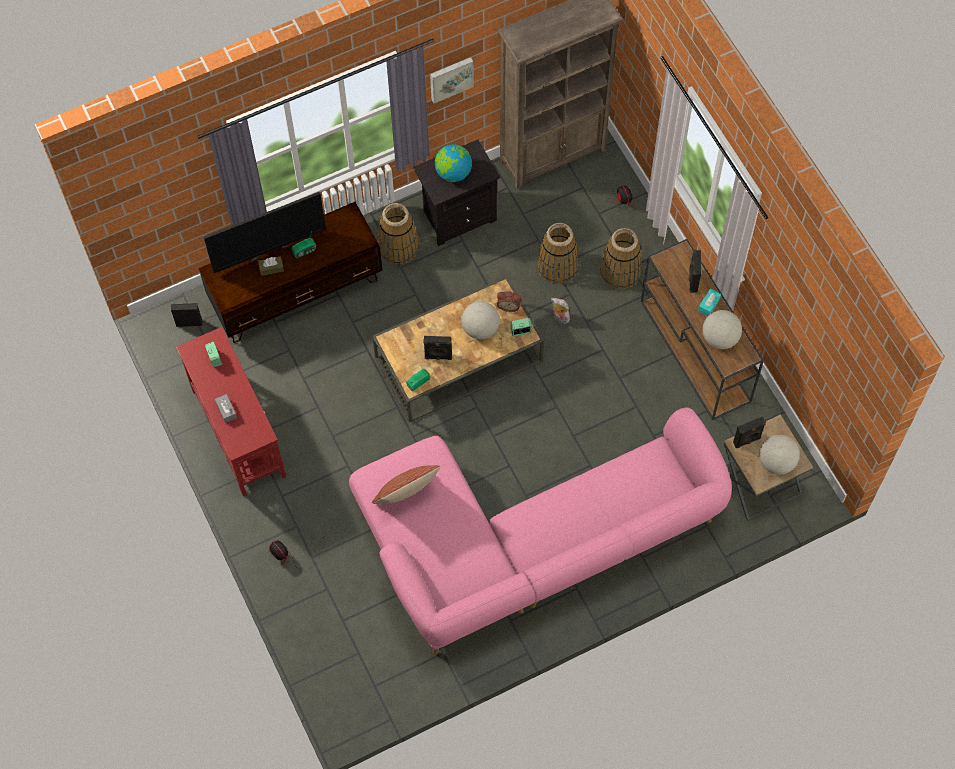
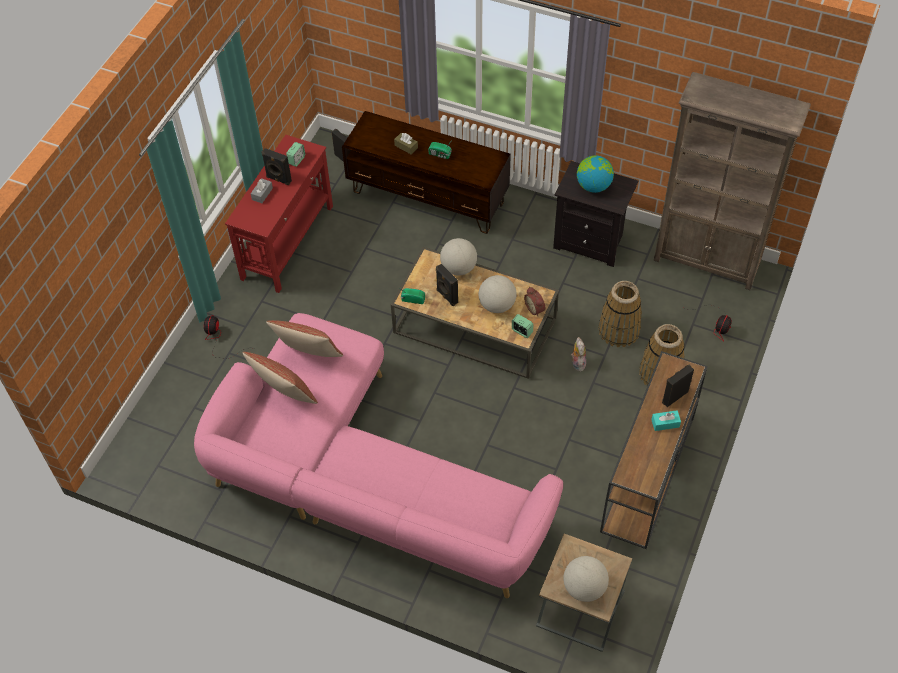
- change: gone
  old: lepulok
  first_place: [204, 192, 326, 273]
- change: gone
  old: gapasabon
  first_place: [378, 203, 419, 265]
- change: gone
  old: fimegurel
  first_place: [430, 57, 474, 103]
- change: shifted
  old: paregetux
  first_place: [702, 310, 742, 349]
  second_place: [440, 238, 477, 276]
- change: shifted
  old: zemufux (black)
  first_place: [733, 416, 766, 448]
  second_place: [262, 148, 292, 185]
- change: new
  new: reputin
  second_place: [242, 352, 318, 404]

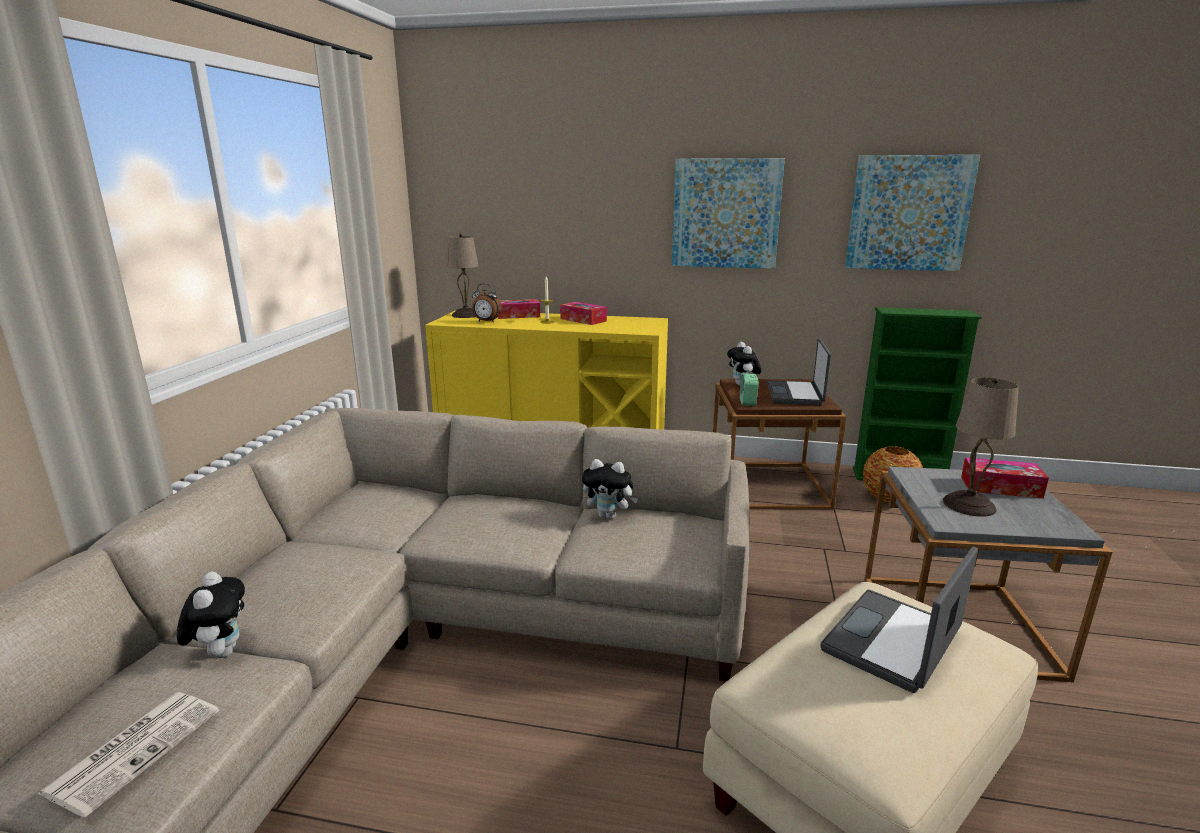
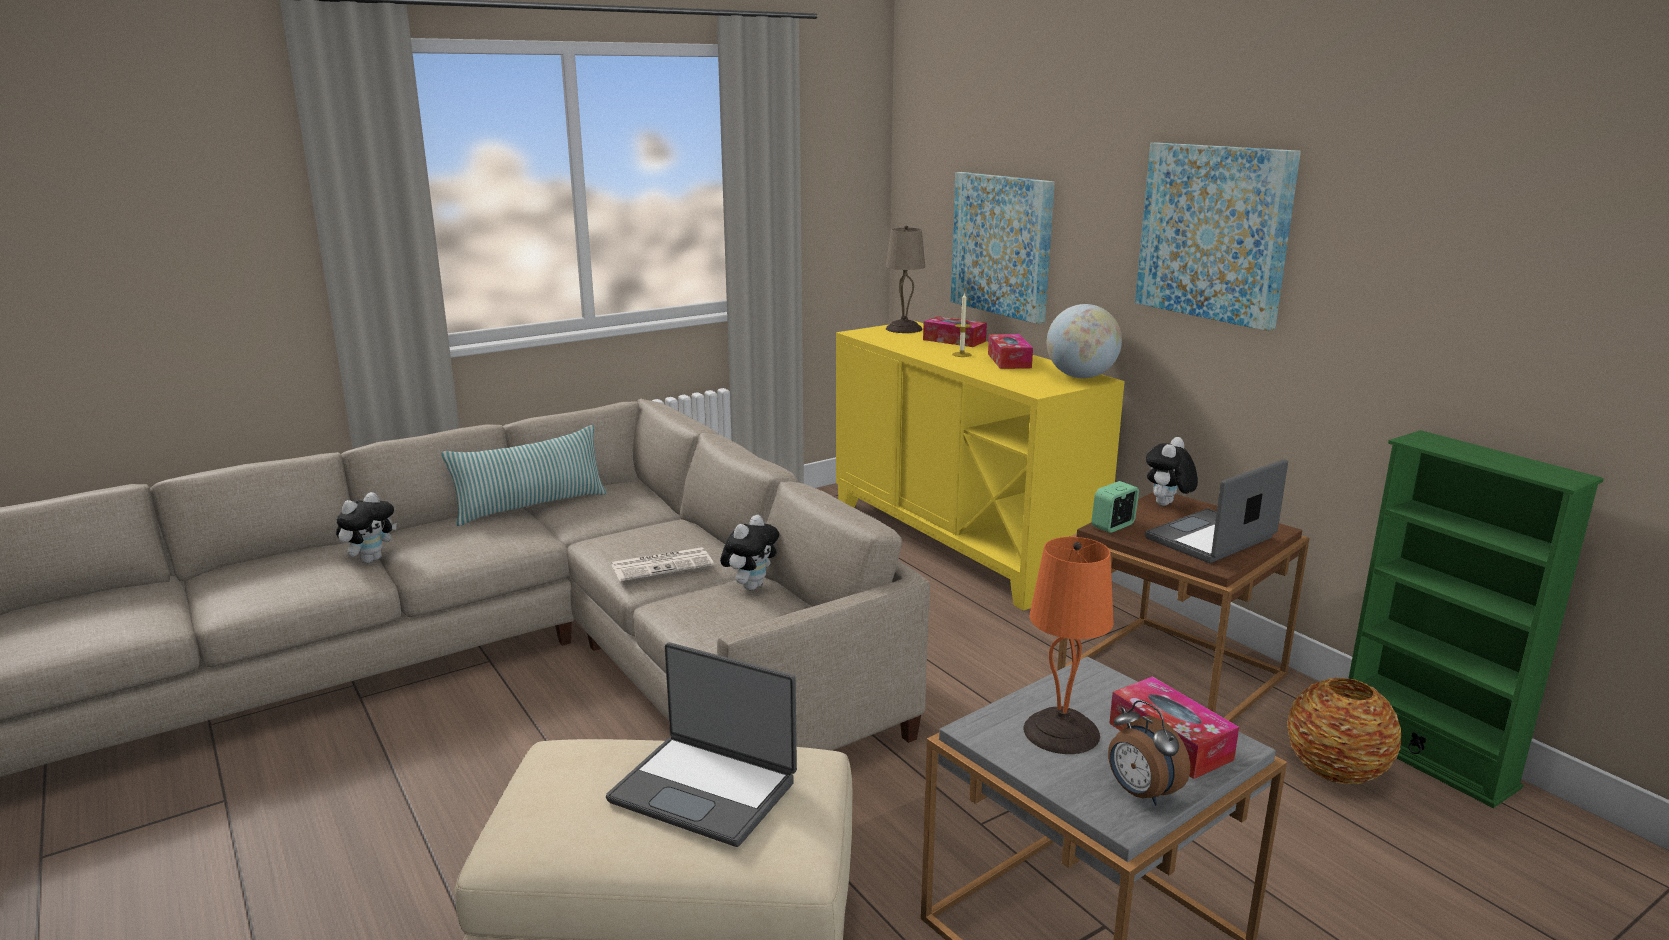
- change: shifted
  old: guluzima
  first_place: [37, 692, 219, 818]
  second_place: [611, 547, 714, 582]
- change: shifted
  old: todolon
  first_place: [472, 284, 501, 322]
  second_place: [1108, 700, 1190, 805]
- change: rotated
  old: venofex
  first_place: [582, 459, 638, 519]
  second_place: [720, 515, 779, 590]
  degrees: -120
- change: rotated
  old: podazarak
  first_place: [820, 546, 978, 693]
  second_place: [606, 642, 797, 847]
  degrees: -150
- change: shifted
  old: fimegurel
  first_place: [845, 155, 980, 271]
  second_place: [951, 172, 1055, 324]
- change: repainted
  old: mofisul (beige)
  new: mofisul (orange)
  first_place: [943, 377, 1019, 517]
  second_place: [1024, 537, 1114, 754]
- change: new
  new: reputin
  second_place: [442, 425, 607, 526]
- change: new
  new: paregetux
  second_place: [1047, 304, 1122, 378]

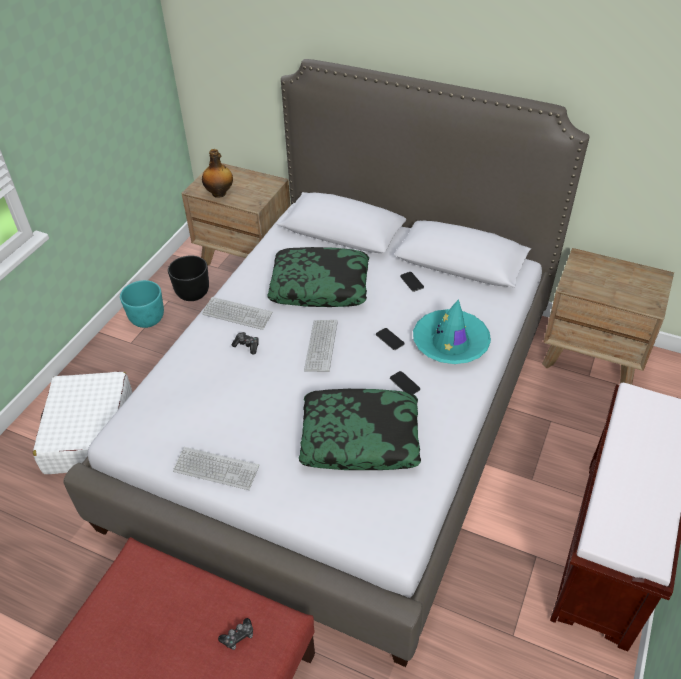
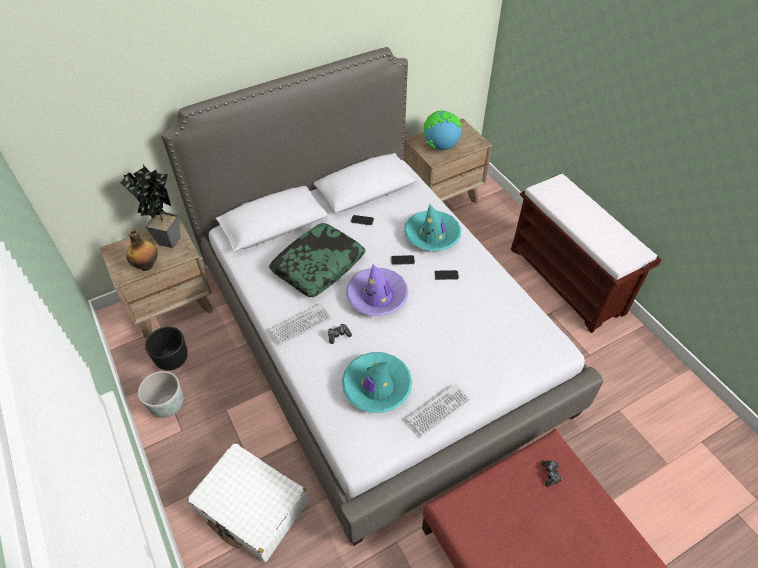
- change: repainted
  old: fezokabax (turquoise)
  new: fezokabax (grey)
  first_place: [120, 280, 164, 328]
  second_place: [138, 371, 183, 418]
- change: gone
  old: reputin
  first_place: [299, 389, 421, 470]
- change: swapped
  old: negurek
  new: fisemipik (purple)
  first_place: [304, 320, 338, 372]
  second_place: [346, 264, 408, 316]
- change: new
  new: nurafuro
  second_place: [121, 164, 181, 248]
- change: new
  new: fisemipik (turquoise)
  second_place: [342, 352, 412, 413]
- change: new
  new: paregetux
  second_place: [424, 110, 462, 150]

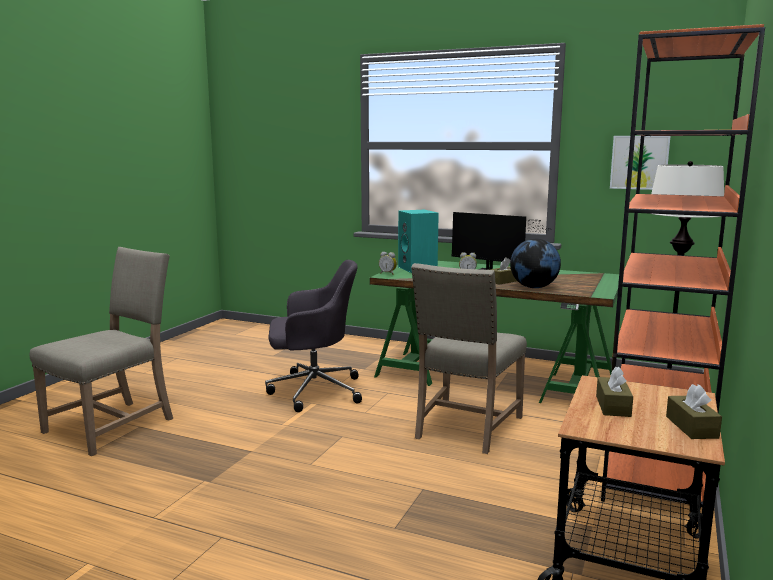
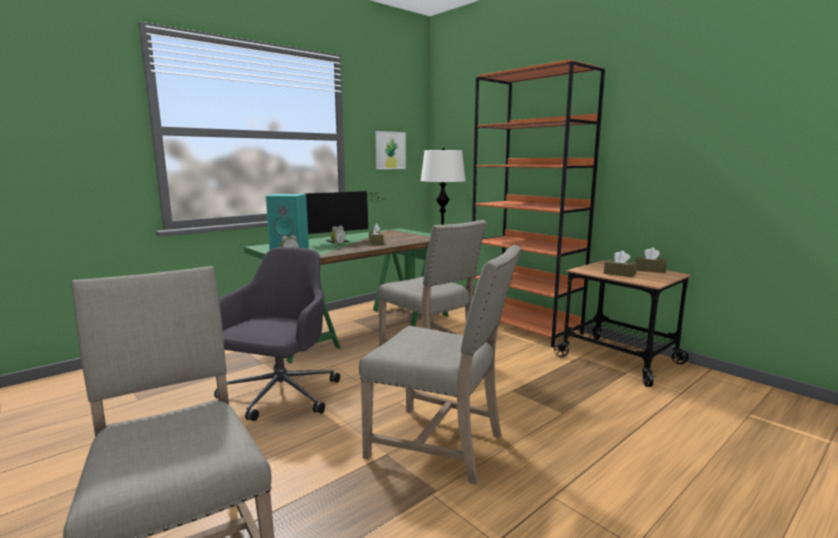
- change: gone
  old: paregetux
  first_place: [510, 239, 561, 288]
- change: new
  new: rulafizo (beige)
  second_place: [359, 245, 522, 485]

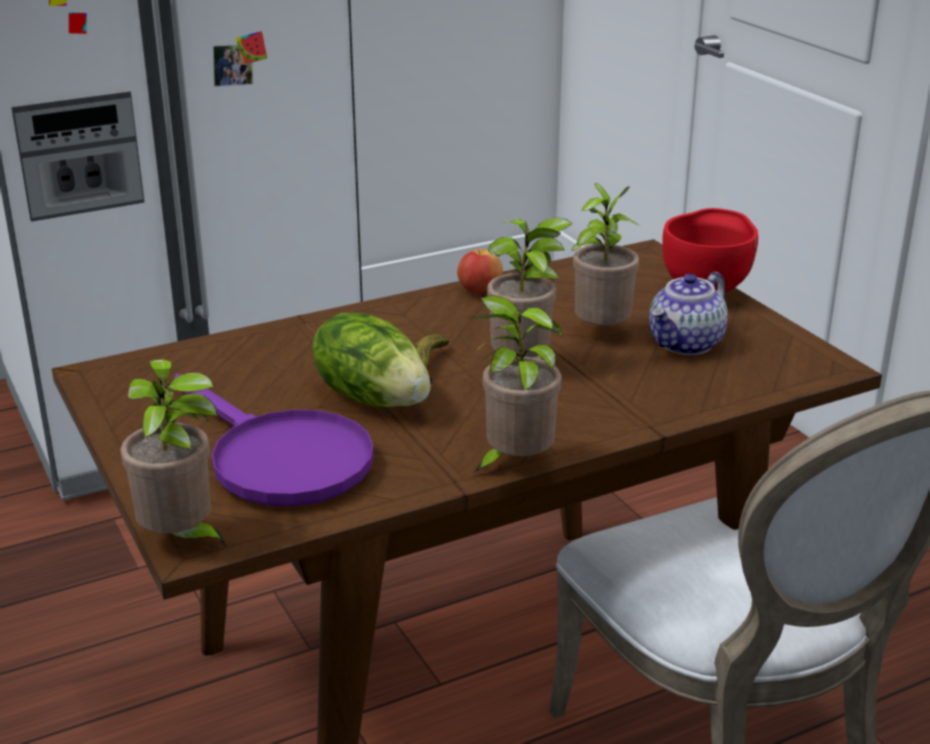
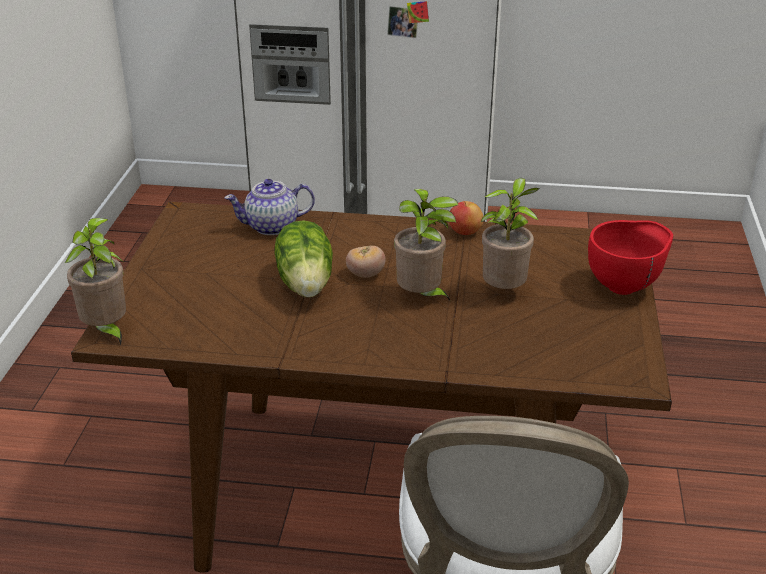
- change: gone
  old: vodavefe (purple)
  first_place: [174, 374, 374, 506]
- change: swapped
  old: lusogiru
  new: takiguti
  first_place: [415, 334, 449, 384]
  second_place: [346, 245, 386, 278]
- change: gone
  old: nurafuro
  first_place: [469, 295, 563, 473]
- change: shifted
  old: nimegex
  first_place: [649, 272, 728, 355]
  second_place: [224, 179, 315, 235]

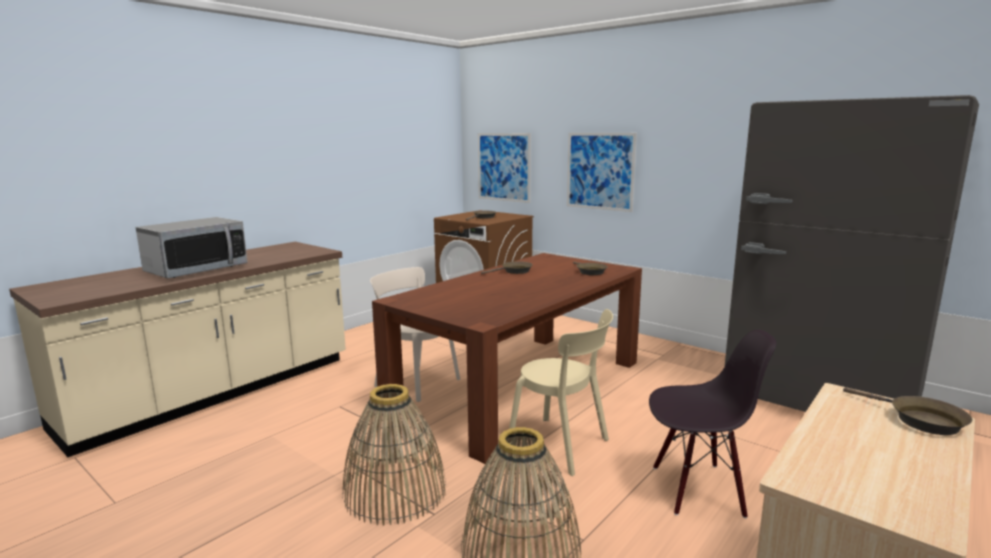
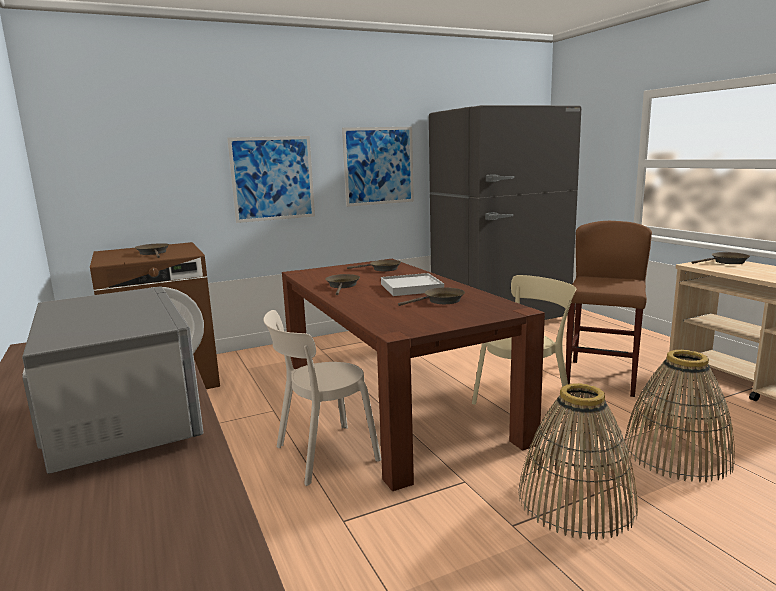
- change: shifted
  old: fimegurel
  first_place: [478, 133, 531, 203]
  second_place: [342, 127, 414, 207]
- change: swapped
  old: rulafizo (black)
  new: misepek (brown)
  first_place: [649, 330, 777, 518]
  second_place: [566, 221, 652, 397]
- change: new
  new: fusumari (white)
  second_place: [381, 273, 444, 296]
- change: new
  new: vodavefe (brown)
  second_place: [398, 287, 465, 306]

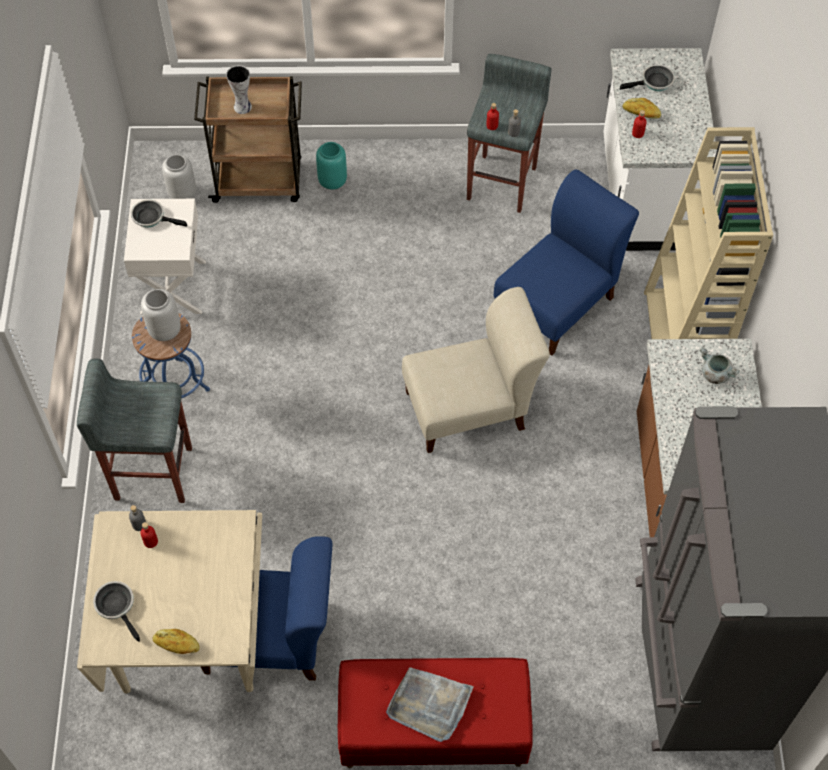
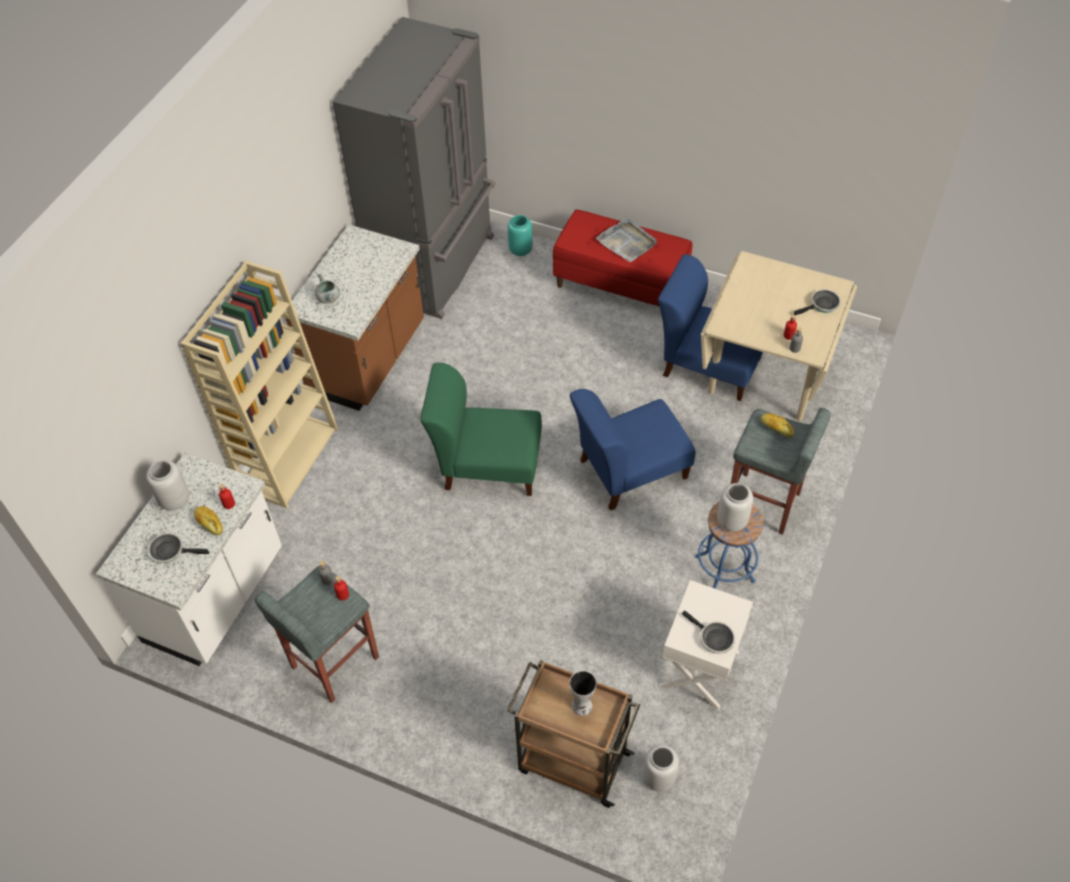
- change: rotated
  old: vodavefe
  first_place: [93, 581, 140, 642]
  second_place: [794, 289, 841, 315]
  degrees: -105
- change: shifted
  old: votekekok
  first_place: [152, 629, 199, 654]
  second_place: [761, 413, 794, 438]
- change: shifted
  old: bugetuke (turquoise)
  first_place: [316, 142, 347, 190]
  second_place: [508, 215, 532, 256]
- change: repainted
  old: rulafizo (beige)
  new: rulafizo (green)
  first_place: [402, 287, 550, 453]
  second_place: [420, 363, 542, 496]
- change: shifted
  old: rulafizo (blue)
  first_place: [494, 169, 639, 356]
  second_place: [570, 389, 695, 511]
- change: new
  new: bugetuke (grey)
  second_place: [146, 460, 189, 511]

